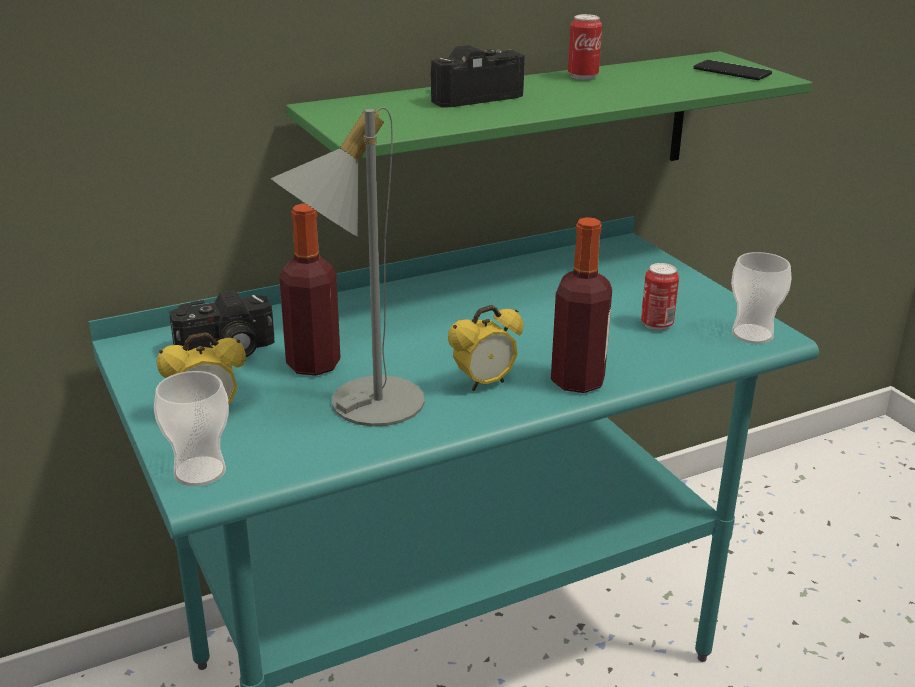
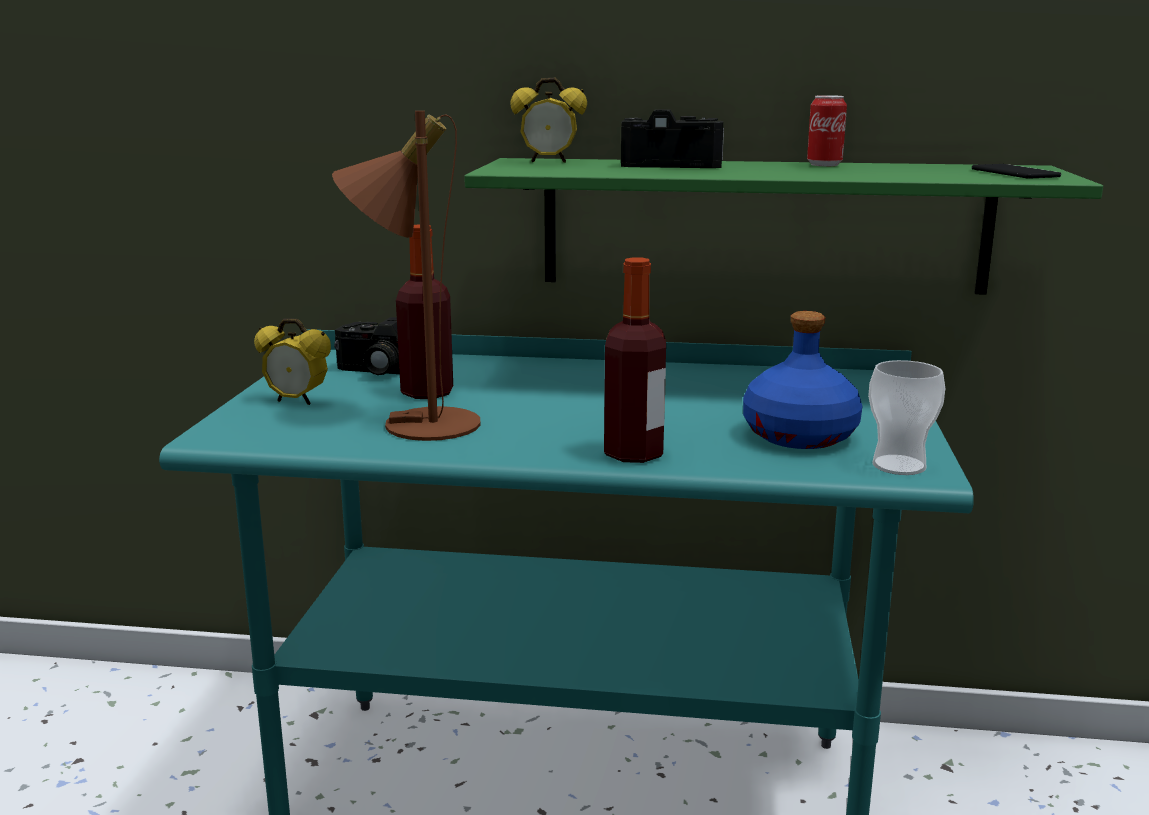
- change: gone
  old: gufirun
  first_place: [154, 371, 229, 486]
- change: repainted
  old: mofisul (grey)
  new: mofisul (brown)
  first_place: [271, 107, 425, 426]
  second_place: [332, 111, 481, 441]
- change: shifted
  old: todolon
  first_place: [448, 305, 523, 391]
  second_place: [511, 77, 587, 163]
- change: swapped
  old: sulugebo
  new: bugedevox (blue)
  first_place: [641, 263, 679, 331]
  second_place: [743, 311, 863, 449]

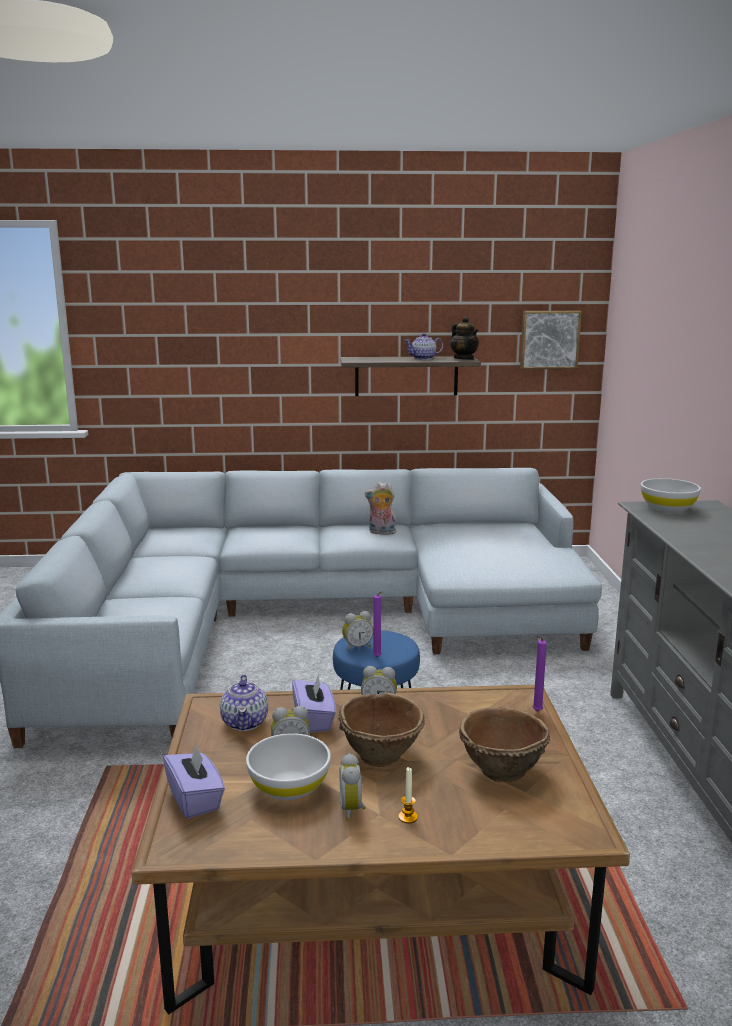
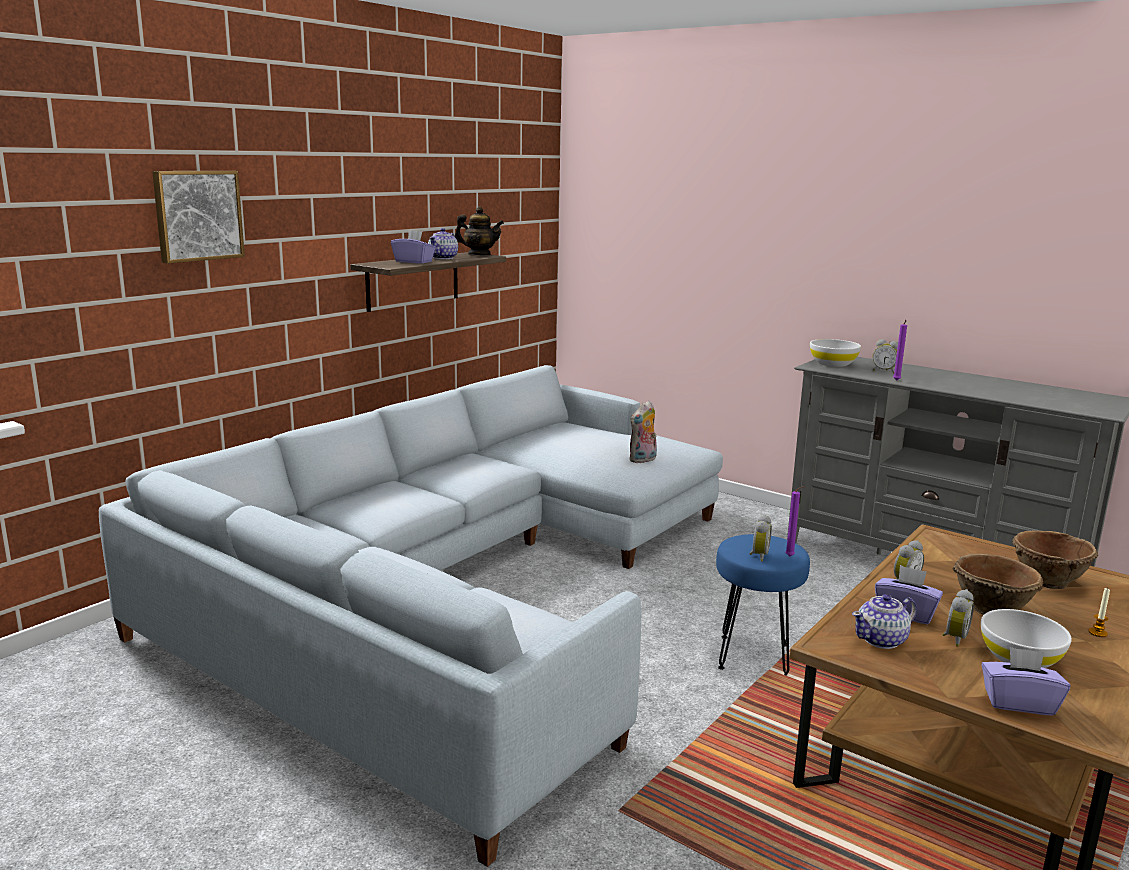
- change: rotated
  old: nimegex
  first_place: [220, 675, 268, 731]
  second_place: [852, 594, 917, 649]
  degrees: 120
- change: shifted
  old: todolon
  first_place: [339, 753, 366, 821]
  second_place: [873, 339, 898, 374]
- change: shifted
  old: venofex
  first_place: [365, 482, 396, 535]
  second_place: [630, 401, 657, 463]
- change: shifted
  old: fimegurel
  first_place: [520, 311, 582, 369]
  second_place: [152, 171, 245, 264]
- change: shifted
  old: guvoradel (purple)
  first_place: [533, 636, 547, 712]
  second_place: [893, 320, 907, 380]
- change: new
  new: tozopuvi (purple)
  second_place: [391, 230, 436, 264]

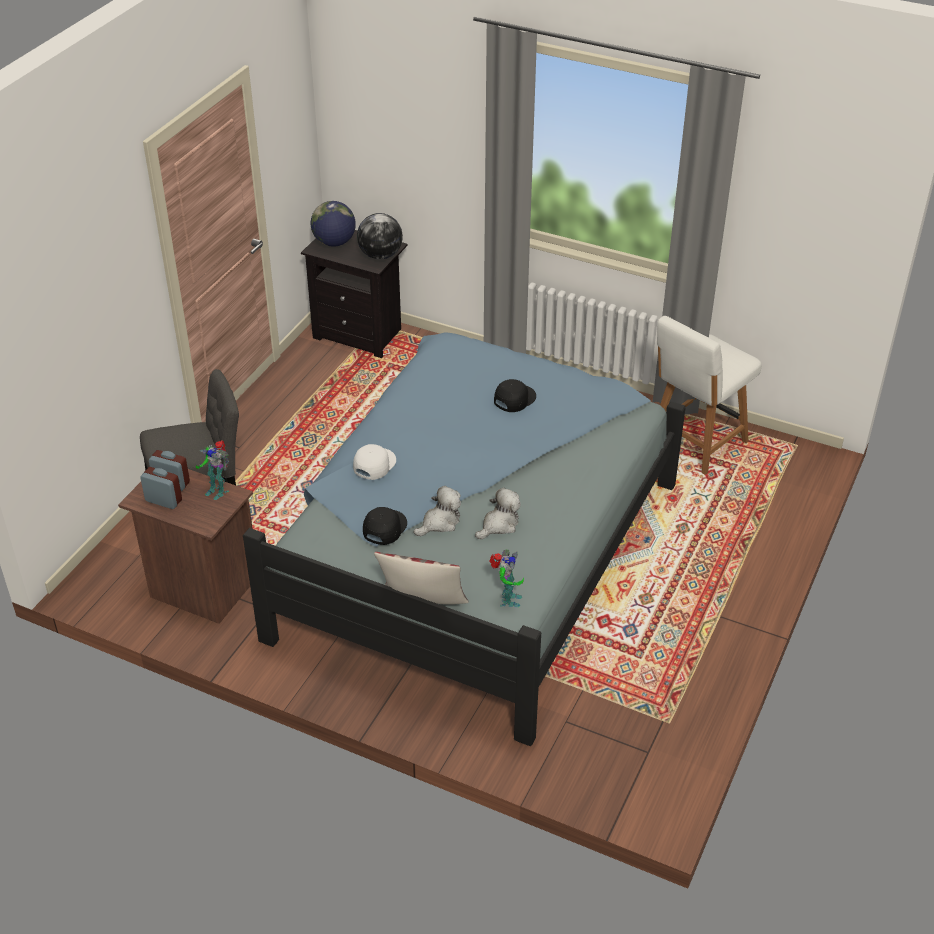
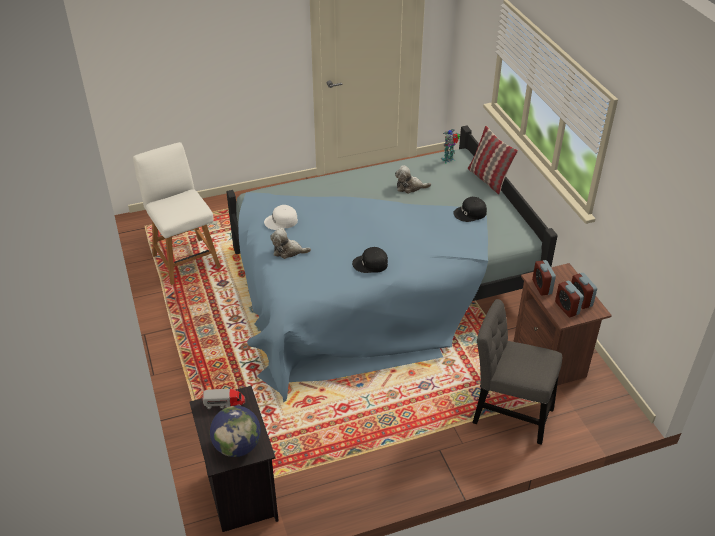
- change: swapped
  old: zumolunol
  new: todolon
  first_place: [196, 440, 229, 500]
  second_place: [532, 260, 556, 296]
- change: shifted
  old: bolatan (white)
  first_place: [353, 444, 396, 480]
  second_place: [264, 205, 298, 230]
- change: swapped
  old: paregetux
  new: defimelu
  first_place: [357, 213, 403, 260]
  second_place: [203, 389, 245, 409]
- change: shifted
  old: venofex
  first_place: [414, 486, 461, 536]
  second_place: [270, 228, 311, 259]
- change: shifted
  old: bolatan (black)
  first_place: [494, 379, 536, 412]
  second_place: [352, 247, 388, 273]
- change: rotated
  old: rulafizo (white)
  first_place: [657, 316, 762, 475]
  second_place: [133, 142, 221, 285]
  degrees: -120

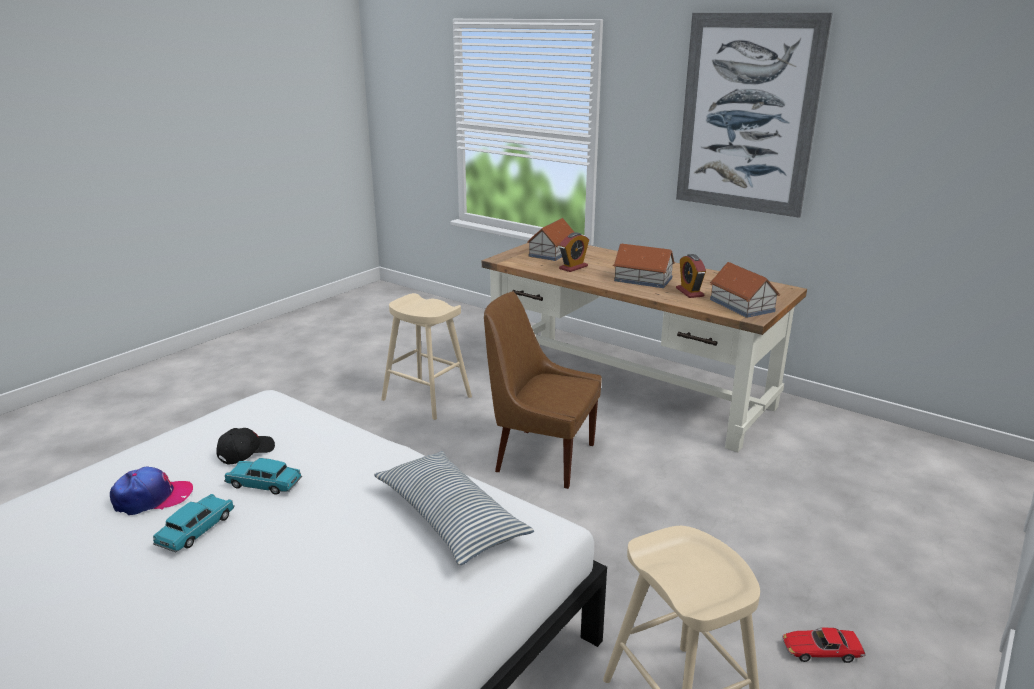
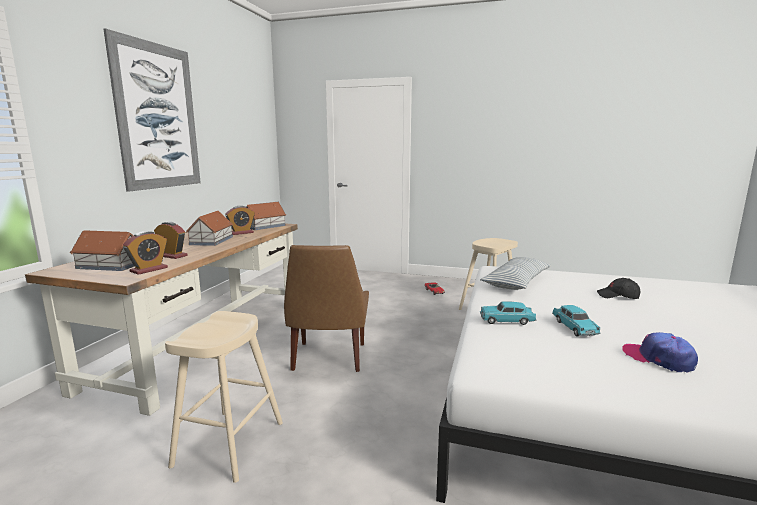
- change: shifted
  old: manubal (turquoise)
  first_place: [153, 494, 235, 552]
  second_place: [480, 302, 537, 325]
- change: shifted
  old: bolatan (black)
  first_place: [216, 428, 275, 465]
  second_place: [597, 278, 640, 299]
- change: new
  new: todolon
  second_place: [123, 231, 168, 275]

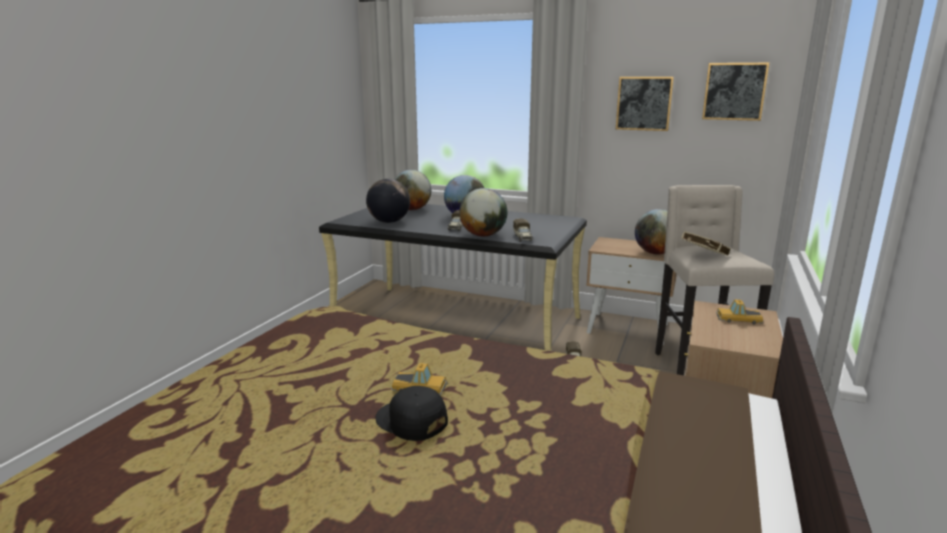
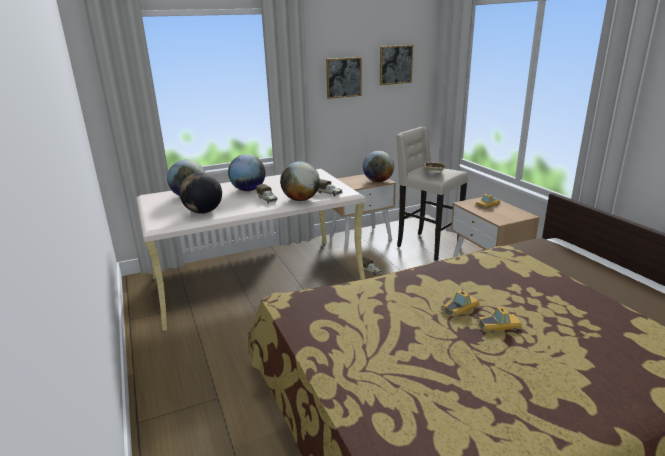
- change: repainted
  old: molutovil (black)
  new: molutovil (beige)
  first_place: [319, 204, 587, 351]
  second_place: [137, 169, 366, 331]
- change: swapped
  old: bolatan (black)
  new: manubal
  first_place: [375, 386, 448, 441]
  second_place: [477, 307, 522, 333]

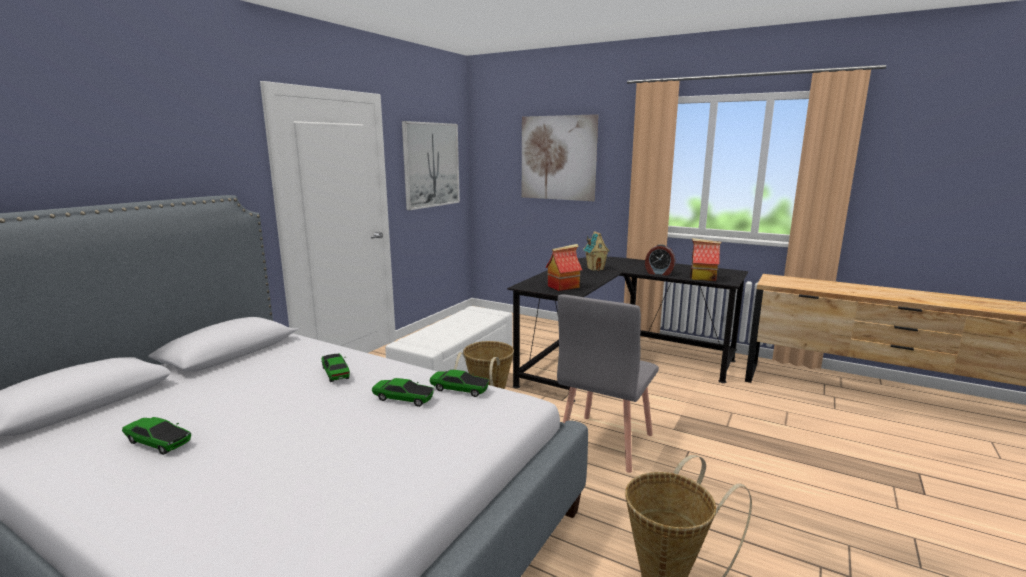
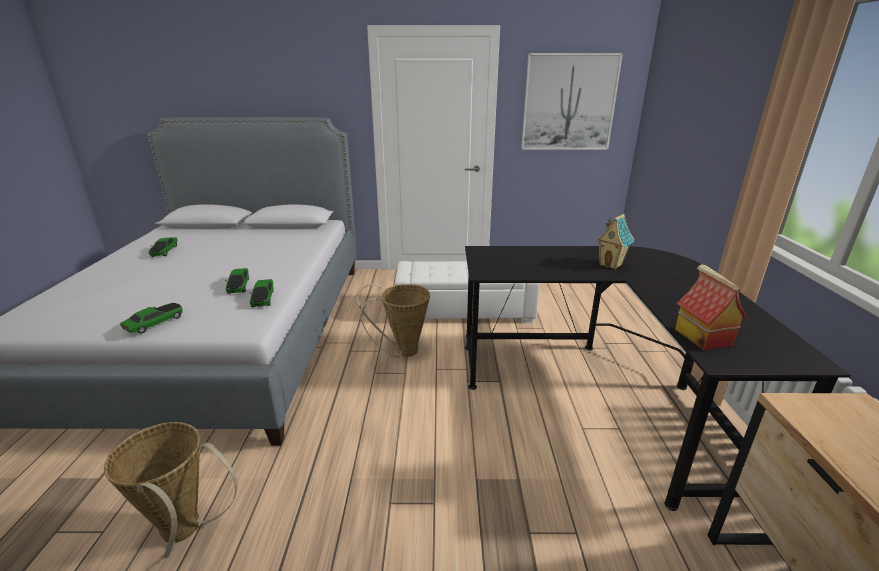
- change: shifted
  old: manubal
  first_place: [321, 354, 350, 382]
  second_place: [120, 303, 183, 334]
- change: gone
  old: fimegurel
  first_place: [522, 114, 598, 201]
- change: gone
  old: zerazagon
  first_place: [545, 244, 582, 291]
- change: gone
  old: rulafizo (grey)
  first_place: [557, 294, 659, 473]
- change: gone
  old: todolon
  first_place: [645, 244, 675, 276]

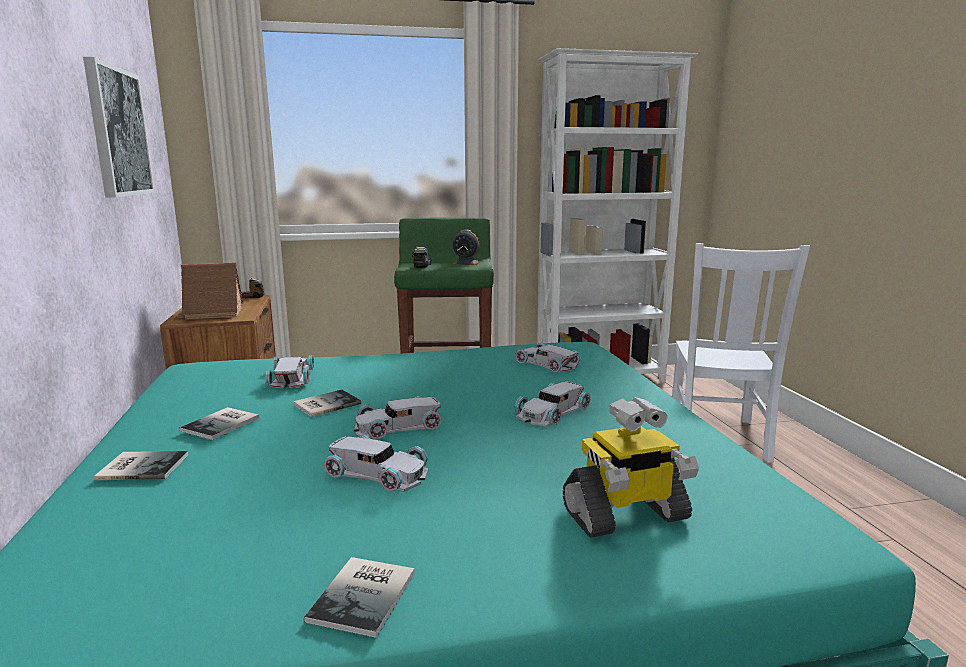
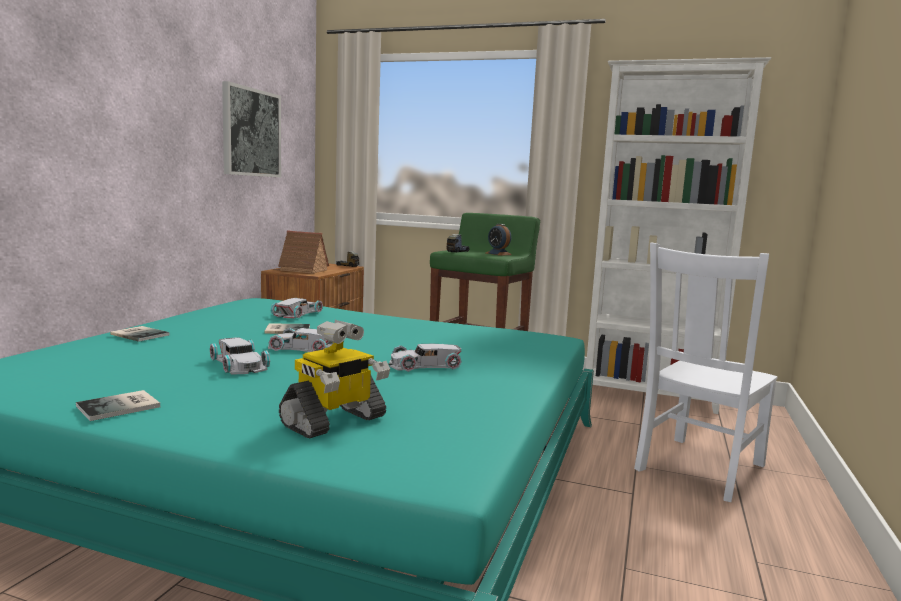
- change: gone
  old: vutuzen
  first_place: [180, 407, 259, 440]
- change: gone
  old: manubal (white)
  first_place: [515, 343, 581, 372]
- change: rotated
  old: zumolunol
  first_place: [563, 397, 699, 538]
  second_place: [279, 320, 390, 439]
  degrees: -60

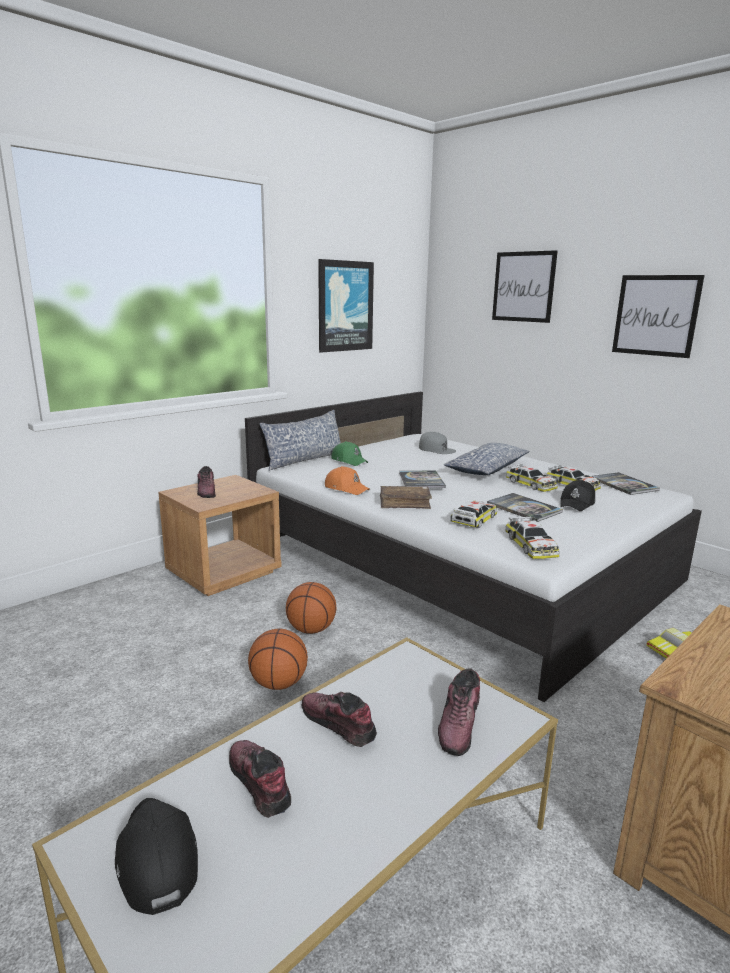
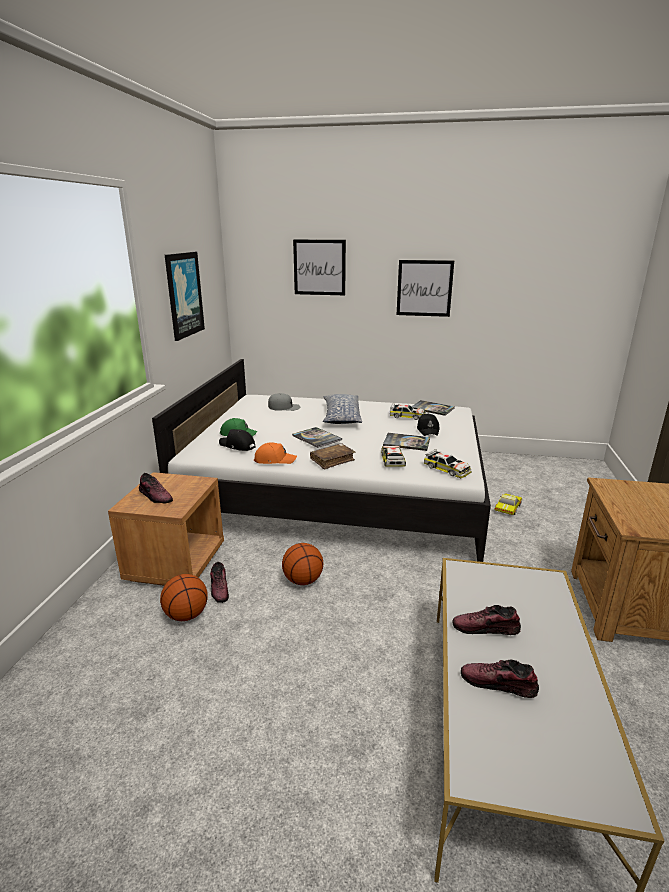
- change: shifted
  old: bolatan (black)
  first_place: [115, 798, 198, 915]
  second_place: [219, 429, 256, 451]
- change: shifted
  old: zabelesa
  first_place: [248, 629, 308, 690]
  second_place: [160, 574, 208, 621]
- change: gone
  old: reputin
  first_place: [260, 410, 341, 471]
- change: shifted
  old: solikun
  first_place: [438, 668, 480, 756]
  second_place: [210, 562, 229, 603]
- change: gone
  old: manubal
  first_place: [506, 464, 558, 492]

